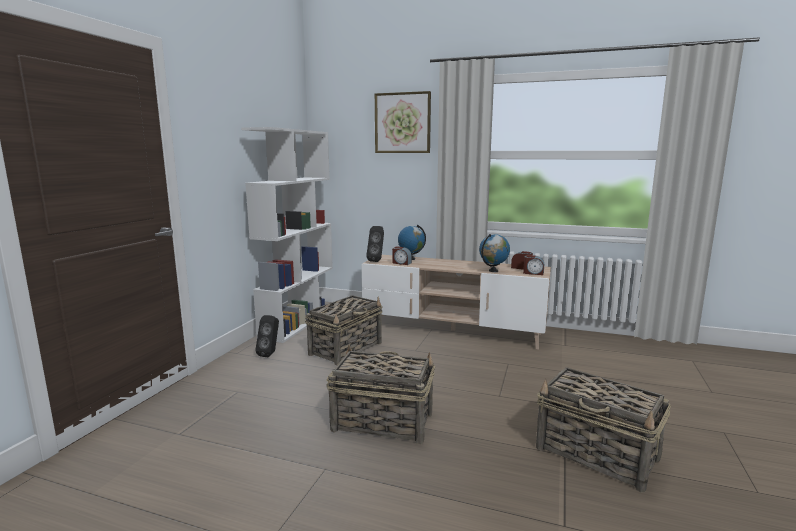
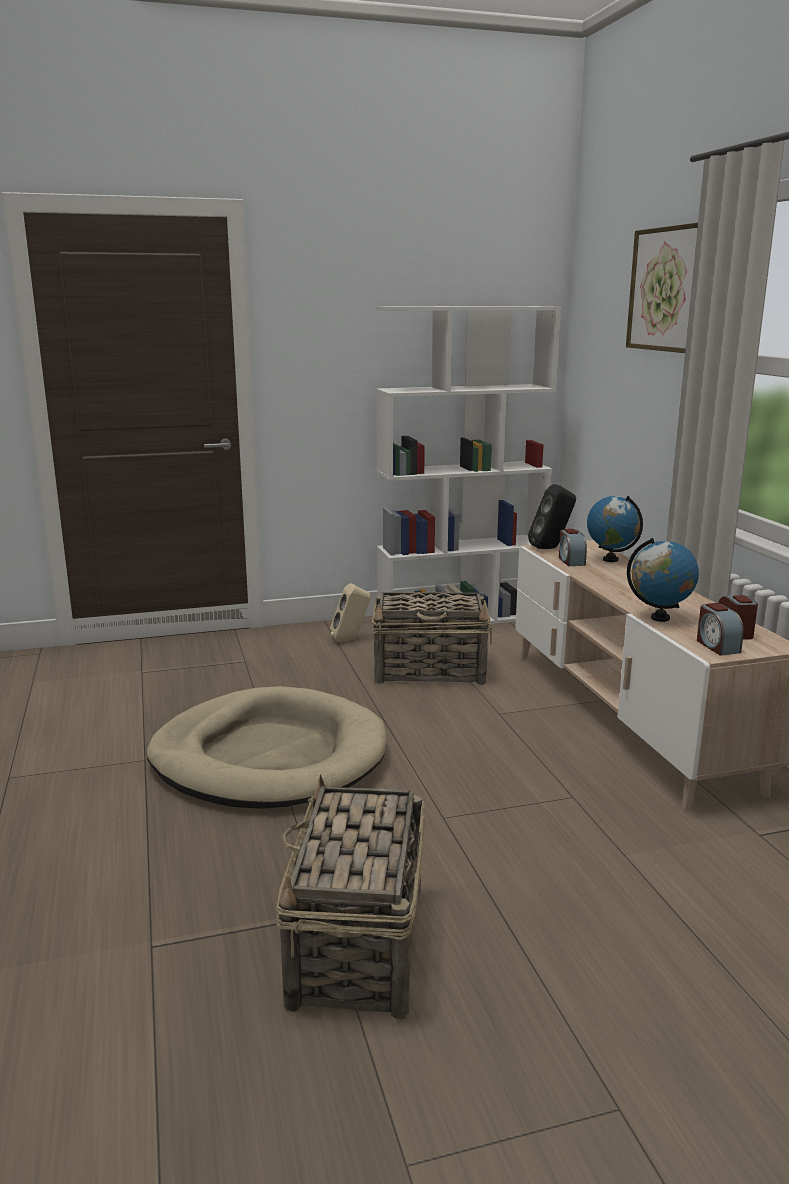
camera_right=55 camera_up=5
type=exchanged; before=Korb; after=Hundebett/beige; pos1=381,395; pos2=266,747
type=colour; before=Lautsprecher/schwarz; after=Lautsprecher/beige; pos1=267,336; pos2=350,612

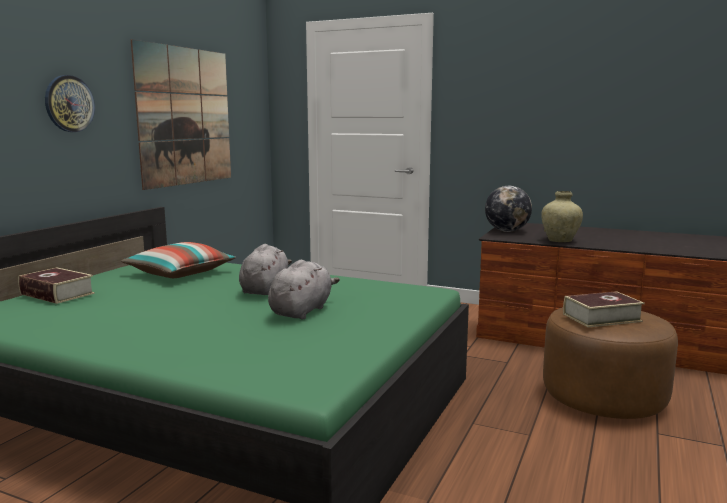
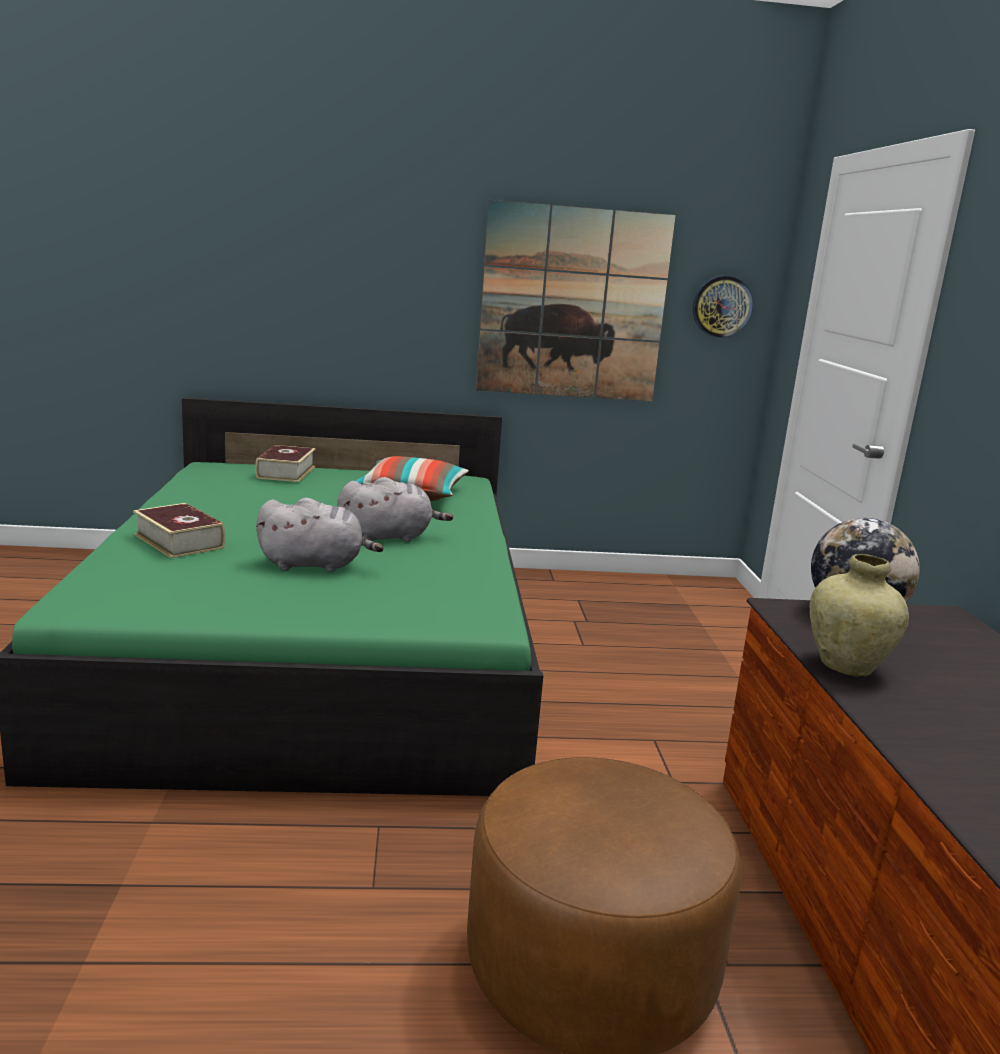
camera_right=60 camera_up=5
type=relocated; before=Wanduhr; pos1=70,103; pos2=723,307
type=relocated; before=Buch; pos1=604,309; pos2=179,530

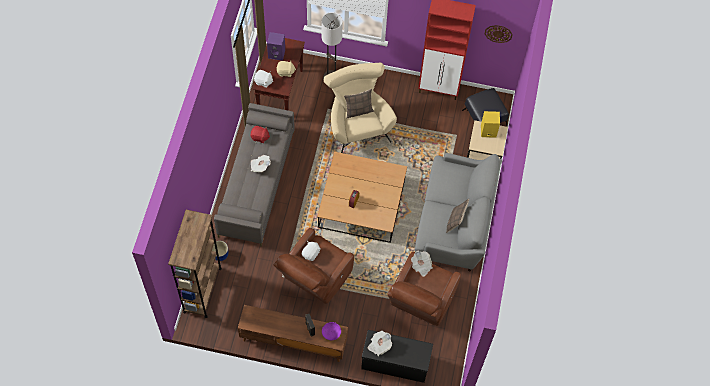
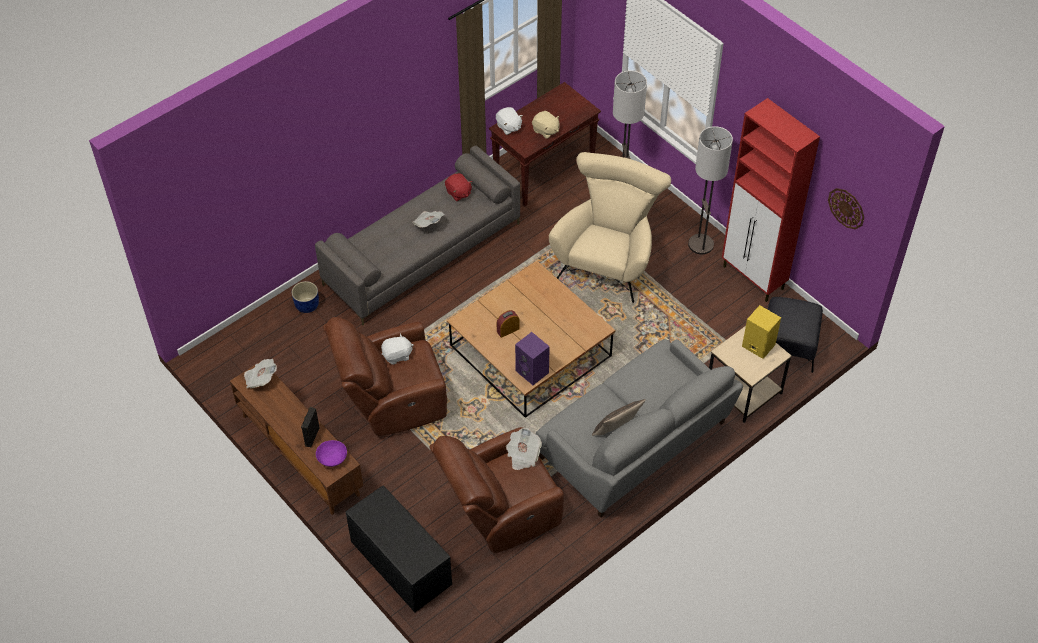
camera_right=40 camera_up=-10
type=missing; before=Bücherregal/braun; pos1=195,264
type=missing; before=Kissen; pos1=359,104
type=appeared; after=Stehlampe; pos2=710,190
type=relocated; before=Lautsprecher/lila; pos1=276,46; pos2=532,358
type=relocated; before=Zeitung; pos1=380,343; pos2=260,373

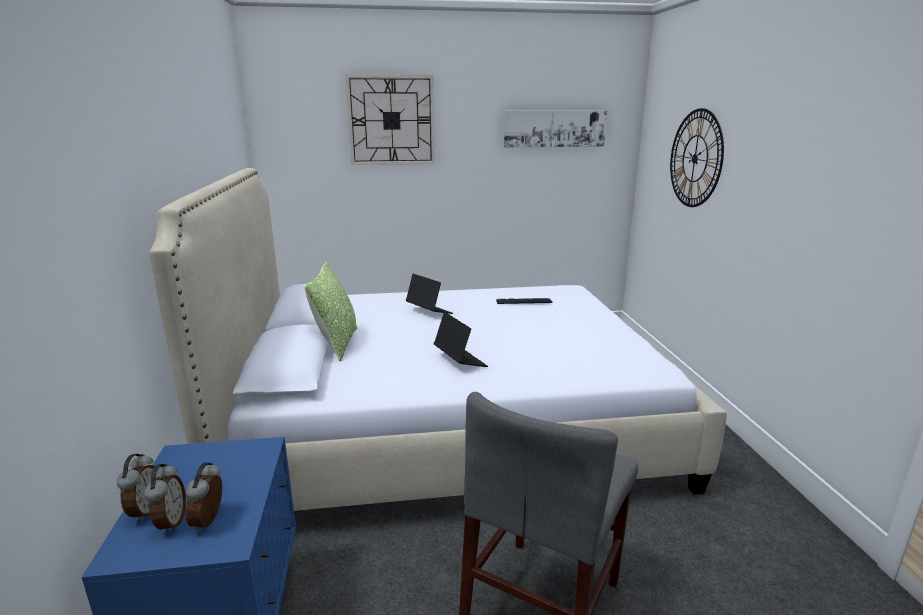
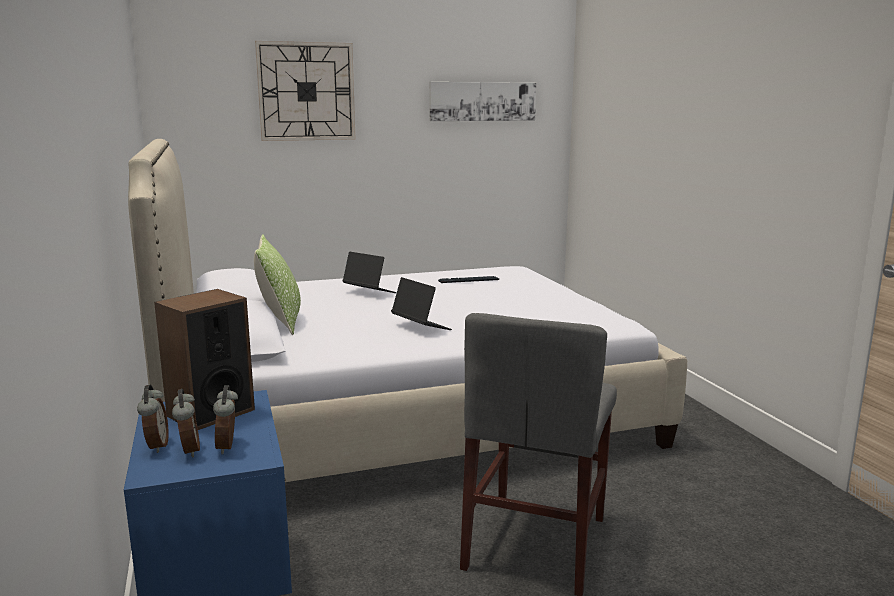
camera_right=-10 camera_up=-5
type=missing; before=Wanduhr; pos1=697,157
type=appeared; after=Lautsprecher; pos2=204,359

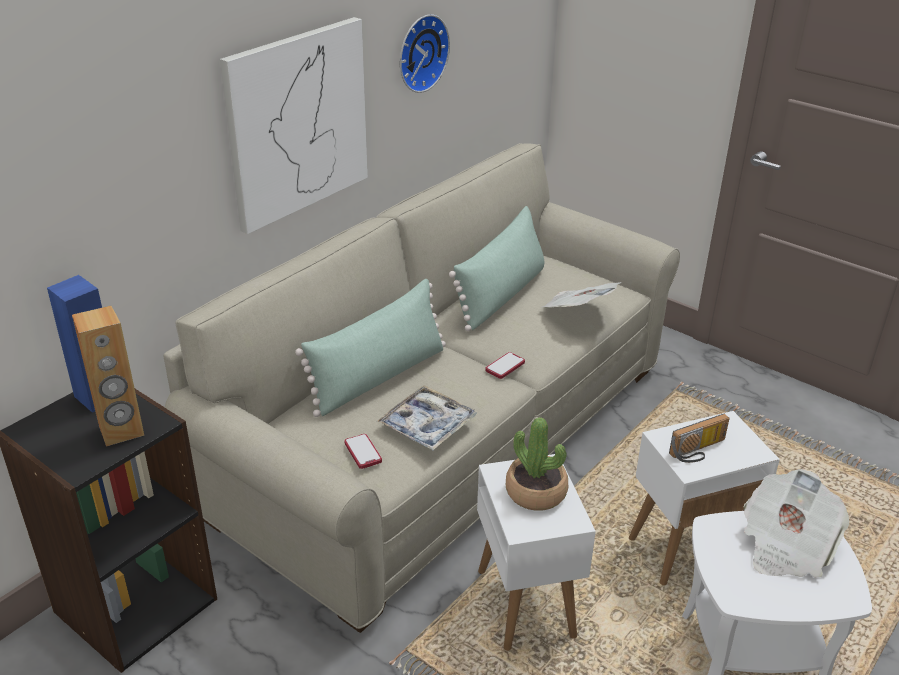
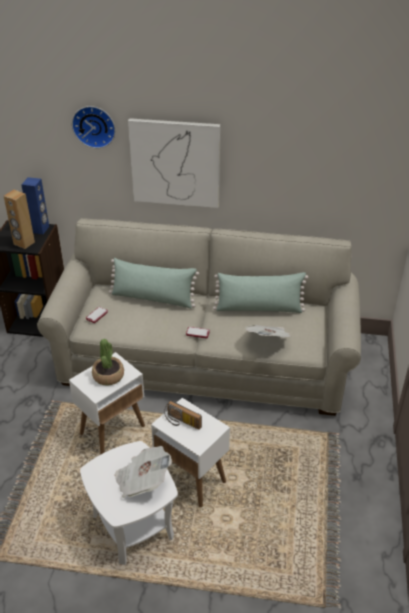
camera_right=60 camera_up=5
type=missing; before=Tablett; pos1=427,417
type=relocated; before=Wanduhr; pos1=425,53; pos2=93,127

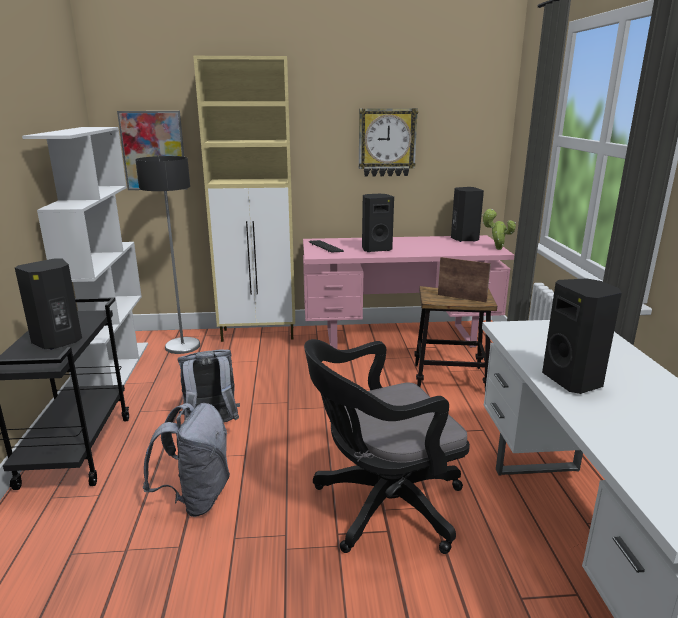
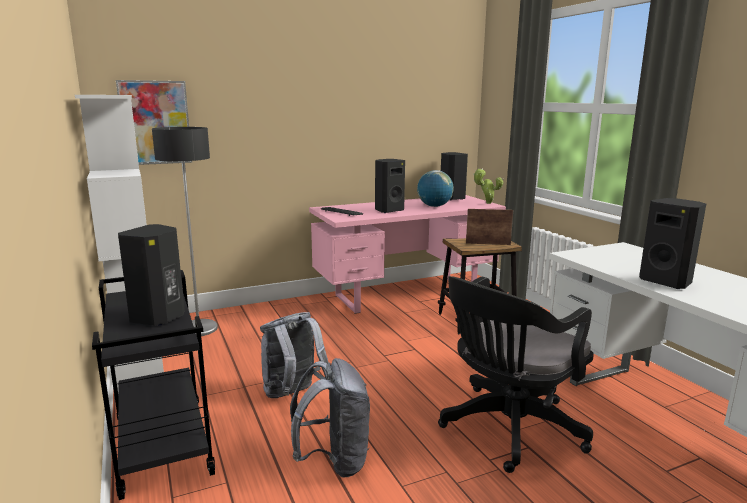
camera_right=-20 camera_up=-5
type=missing; before=Schrank/beige; pos1=244,199
type=missing; before=Wanduhr; pos1=388,142
type=appeared; after=Globus; pos2=435,188

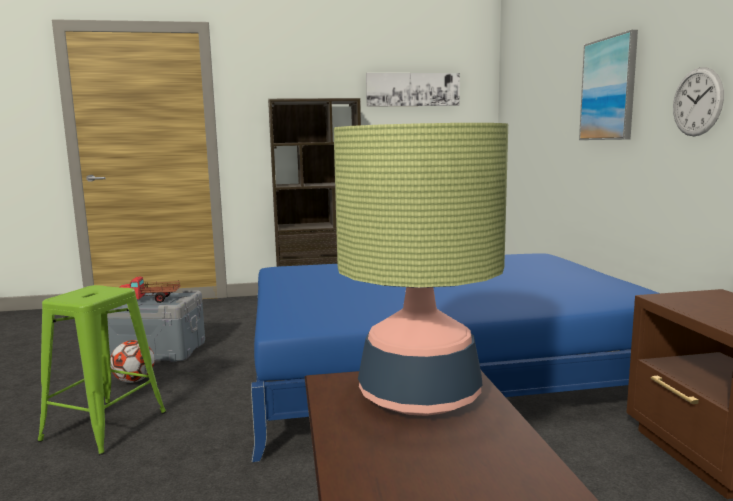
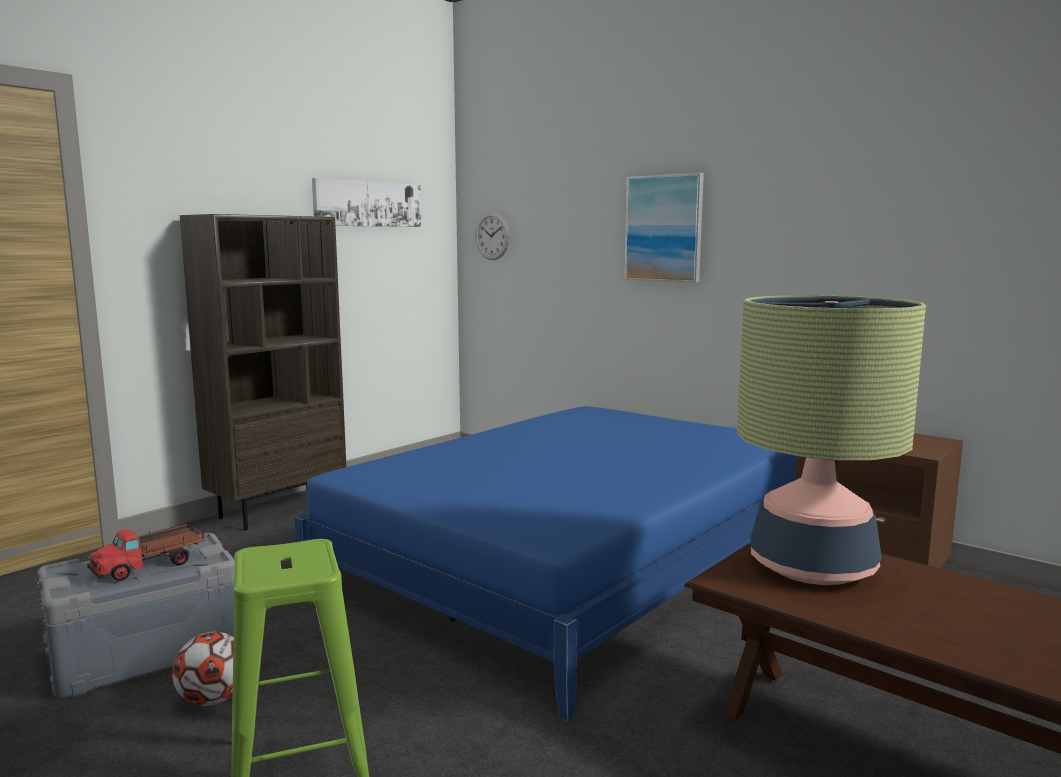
camera_right=-40 camera_up=0
type=relocated; before=Wanduhr; pos1=698,101; pos2=492,236

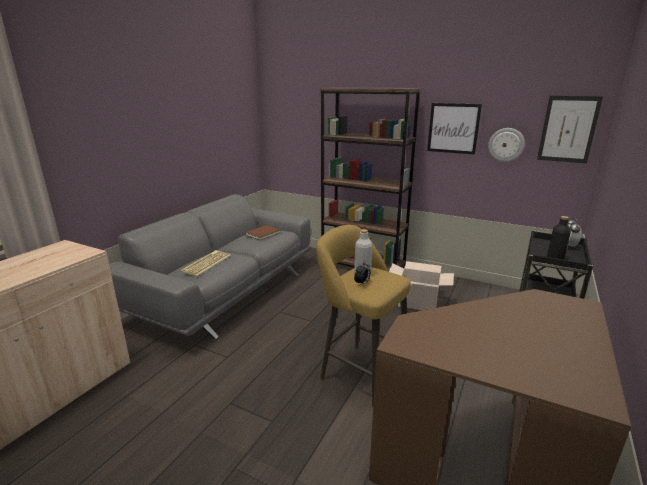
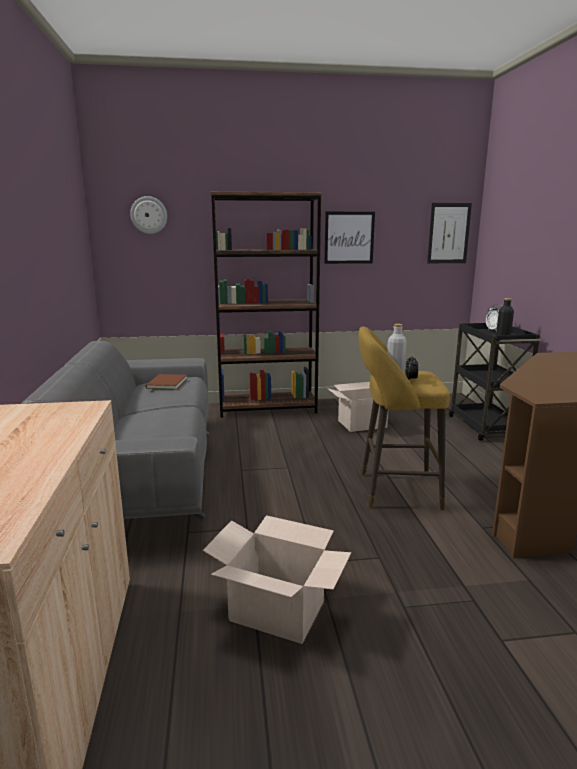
camera_right=-35 camera_up=-5
type=missing; before=Tastatur; pos1=205,263
type=appeared; after=Karton; pos2=277,579
type=relocated; before=Wanduhr; pos1=506,145; pos2=148,215

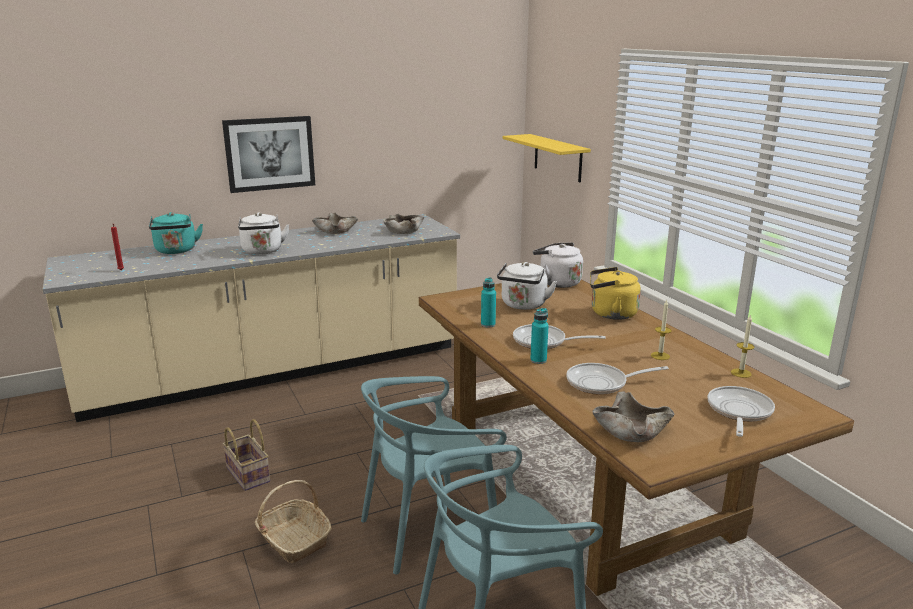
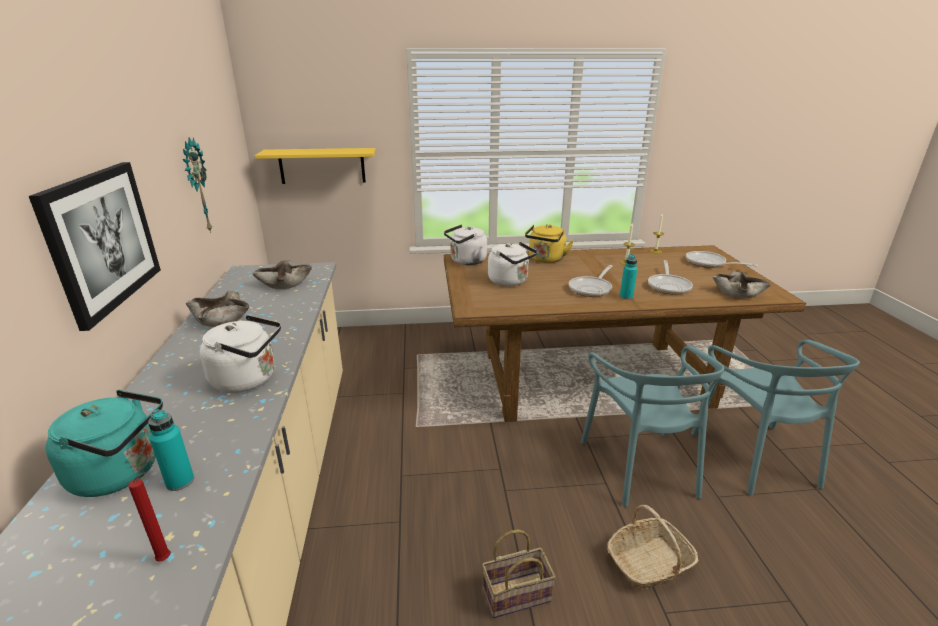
camera_right=-70 camera_up=5
type=appeared; after=Wanduhr; pos2=197,185
type=relocated; before=Flasche/türkis; pos1=488,302; pos2=171,450

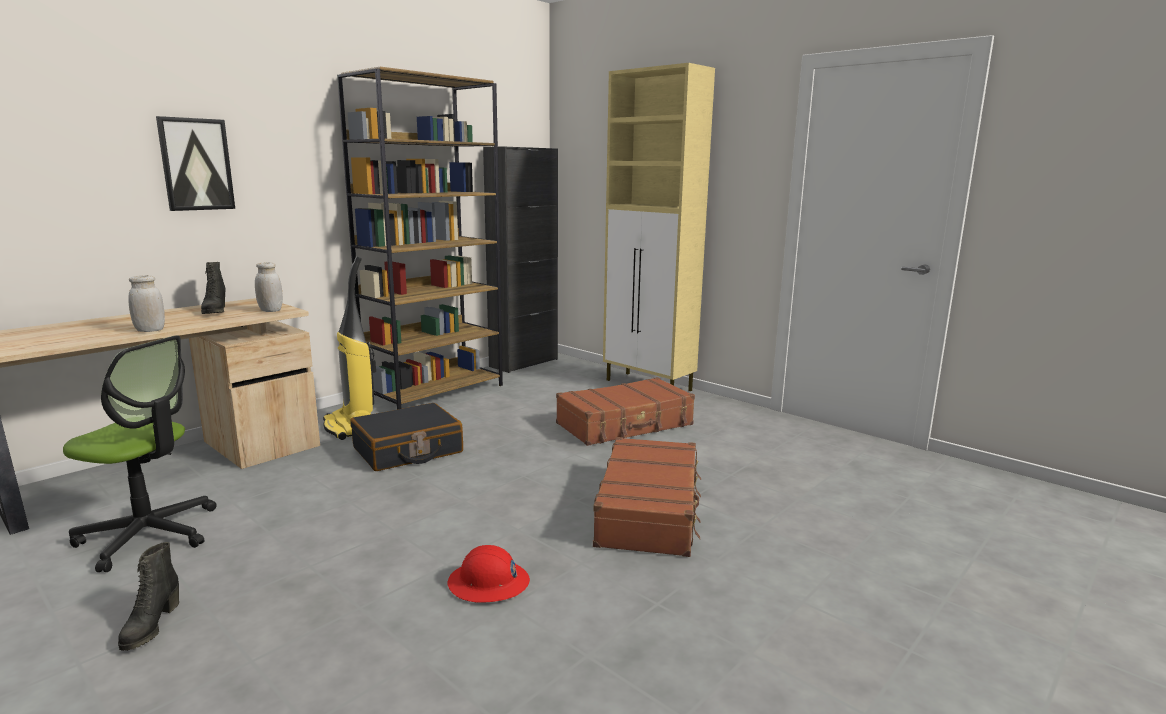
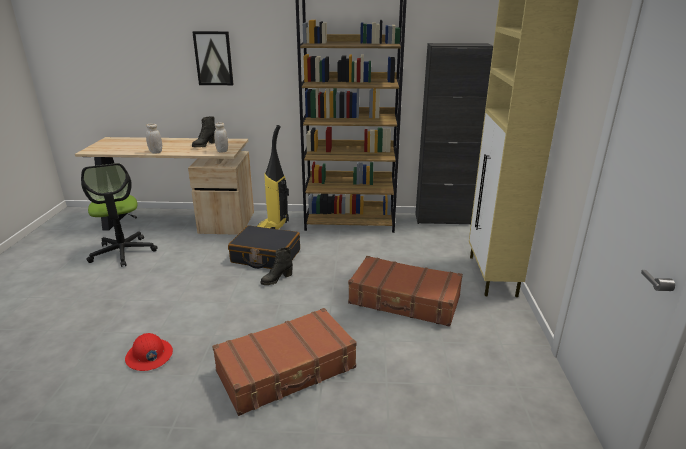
camera_right=50 camera_up=10
type=relocated; before=Stiefel/schwarz; pos1=148,596; pos2=276,266

